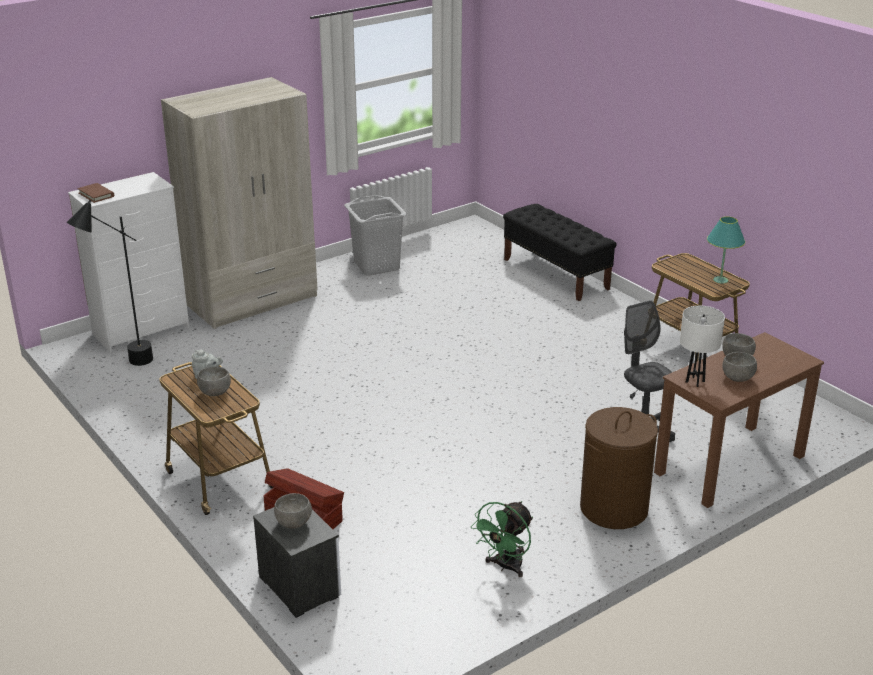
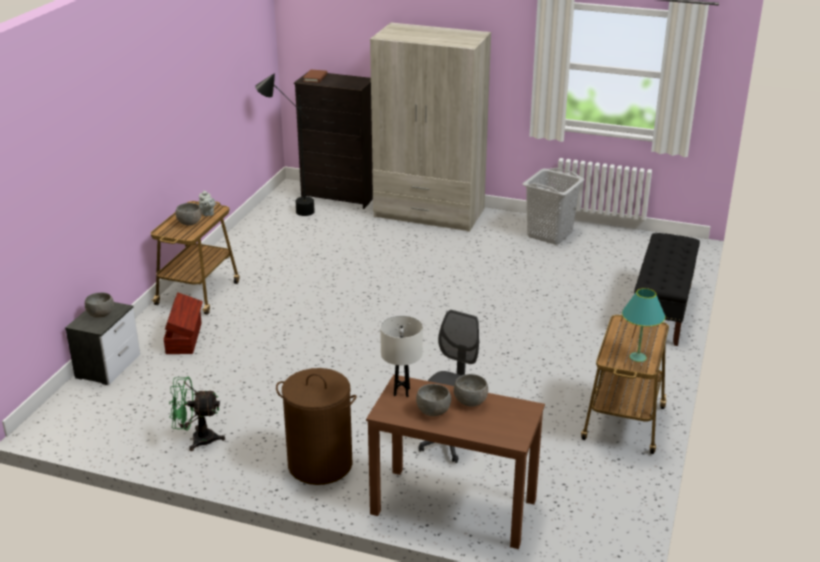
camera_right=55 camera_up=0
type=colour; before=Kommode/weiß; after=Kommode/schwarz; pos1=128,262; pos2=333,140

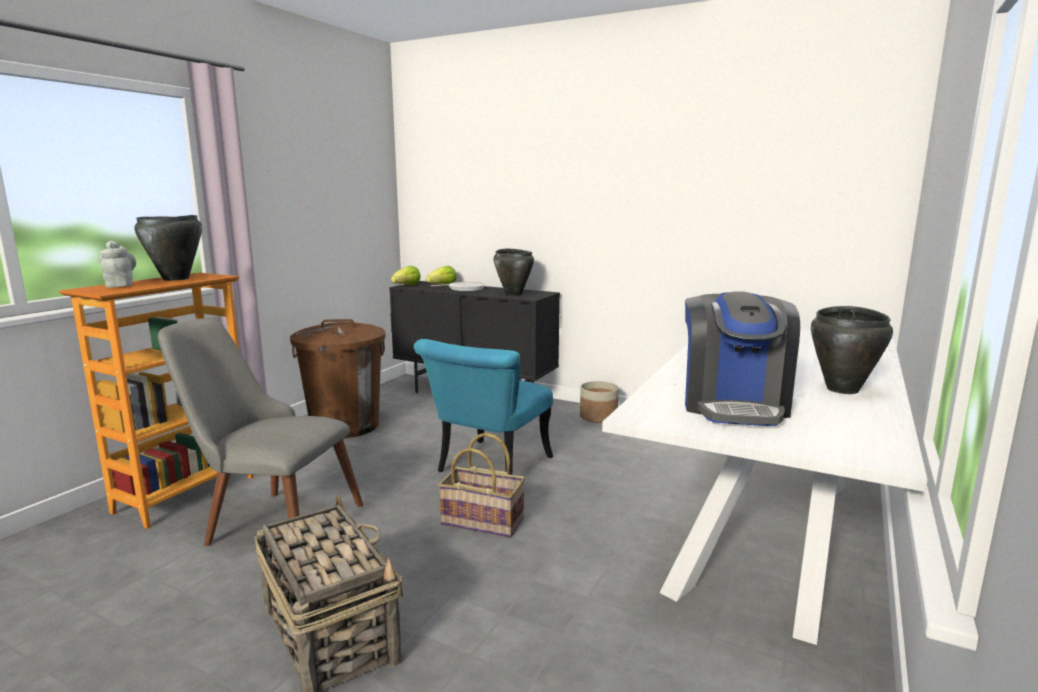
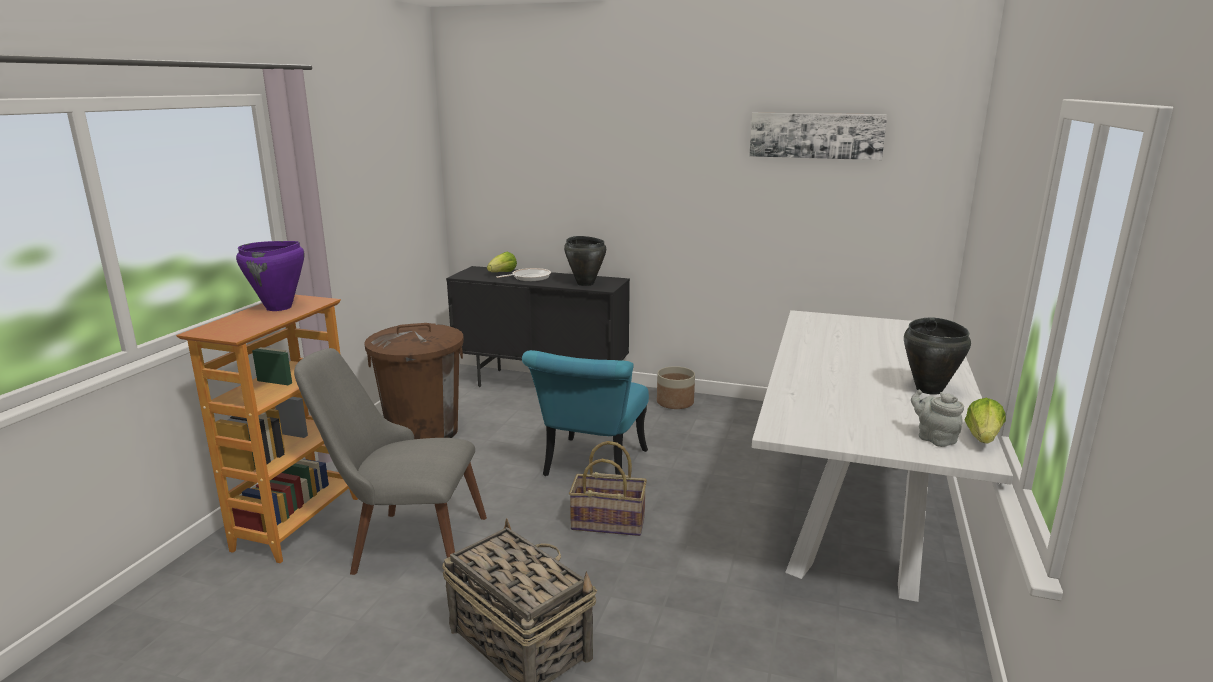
camera_right=-10 camera_up=5
type=missing; before=Kaffeemaschine; pos1=742,358
type=appeared; after=Bild; pos2=818,136
type=relocated; before=Teekanne/grau; pos1=117,264; pos2=937,418
type=relocated; before=Salatkopf; pos1=406,275; pos2=985,421
type=colour; before=Kochtopf/schwarz; after=Kochtopf/lila; pos1=168,248; pos2=270,276

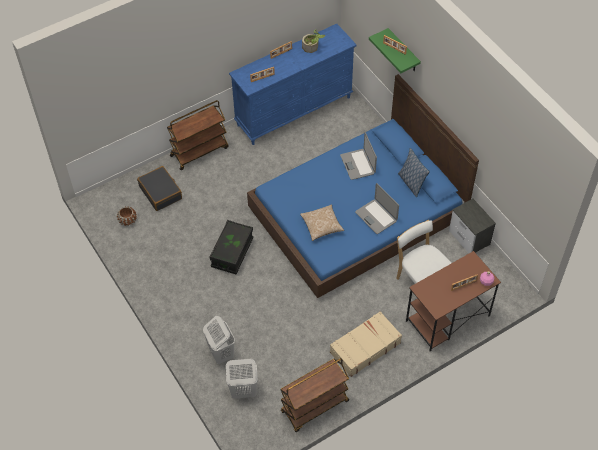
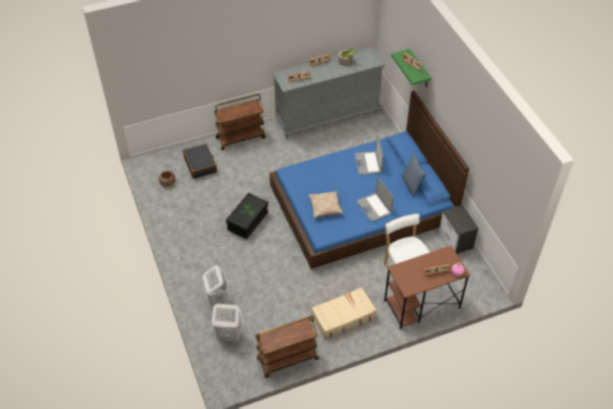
camera_right=10 camera_up=-5
type=colour; before=Kommode/blau; after=Kommode/grau; pos1=293,84; pos2=328,93

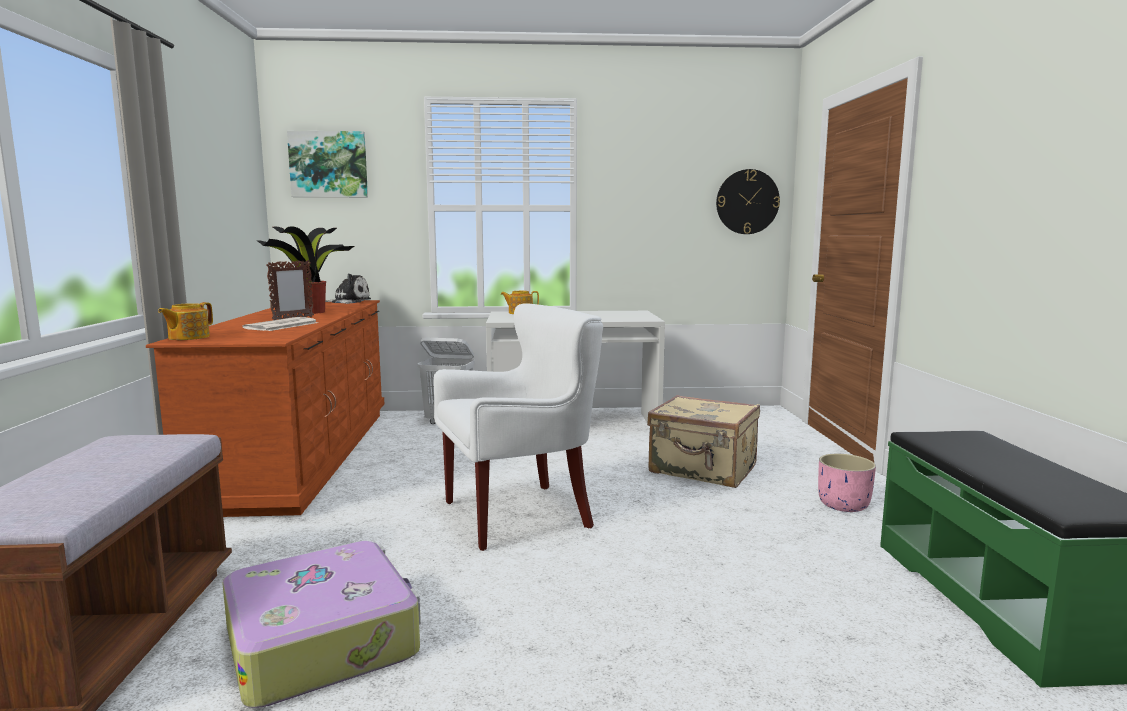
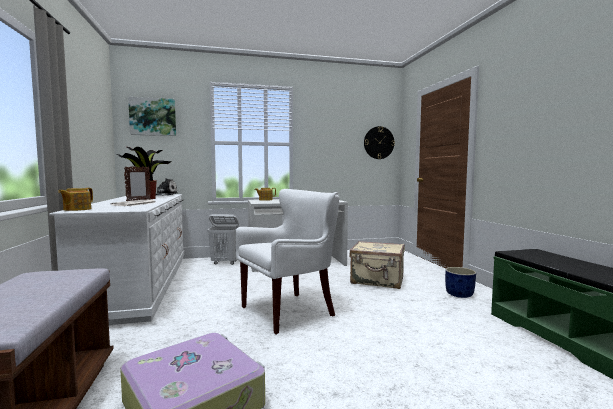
camera_right=-10 camera_up=-5
type=colour; before=Kommode/braun; after=Kommode/weiß; pos1=265,408; pos2=116,259
type=colour; before=Pflanzkübel/rosa; after=Pflanzkübel/blau; pos1=847,483; pos2=460,282

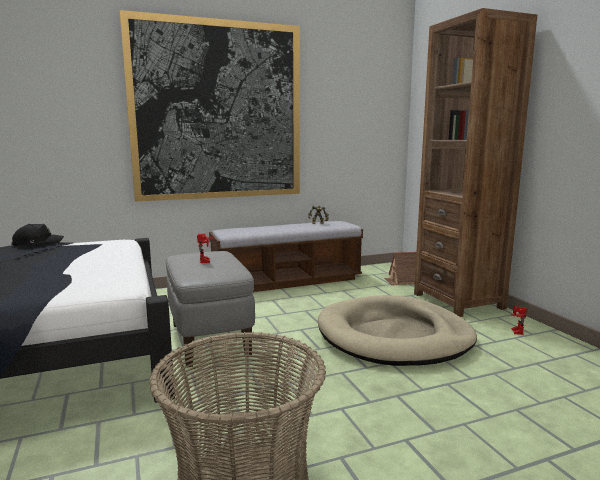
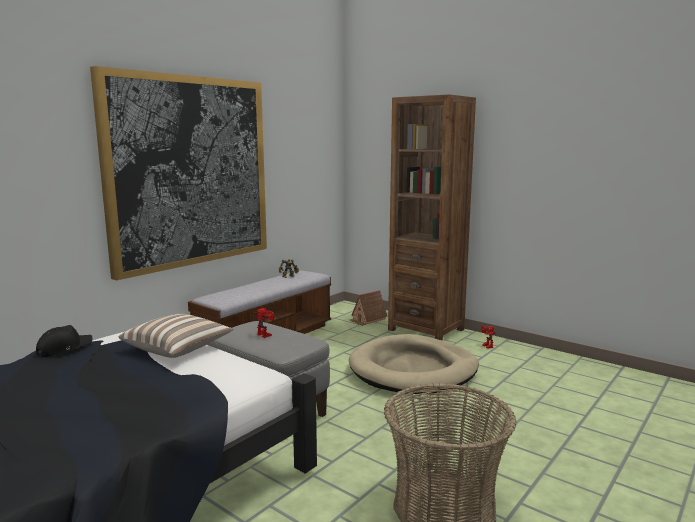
camera_right=-30 camera_up=0
type=appeared; after=Kissen; pos2=175,336

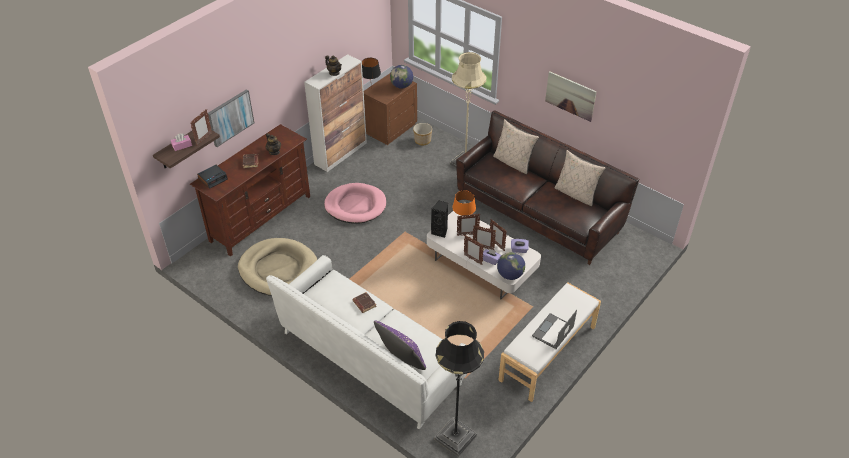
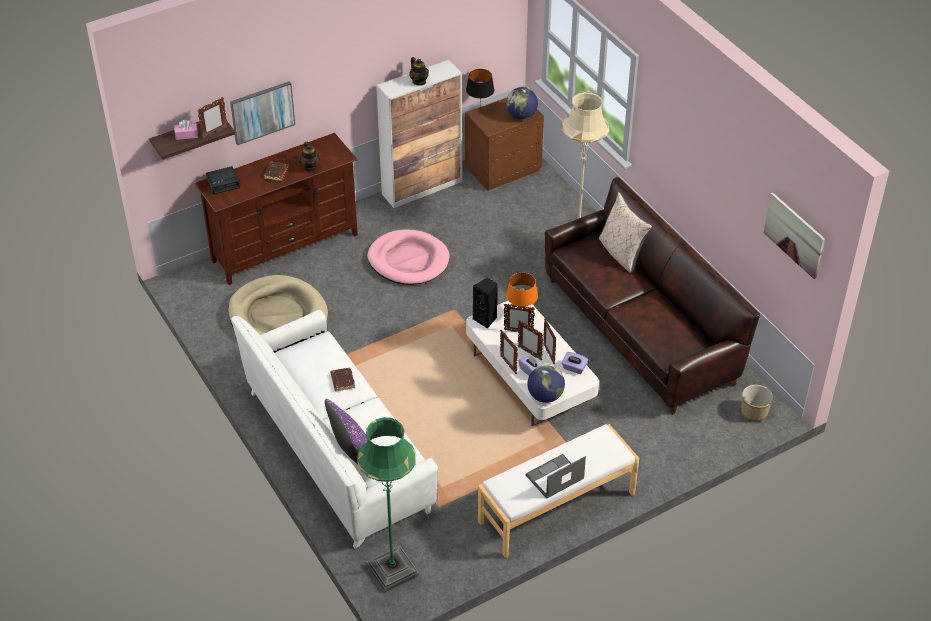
camera_right=20 camera_up=0
type=missing; before=Kissen/beige; pos1=580,178
type=relocated; before=Pflanzkübel; pos1=422,134; pos2=757,403
type=relocated; before=Bild; pos1=571,96; pos2=794,236
type=colour; before=Stehlampe/schwarz; after=Stehlampe/grün; pos1=459,389; pos2=388,505

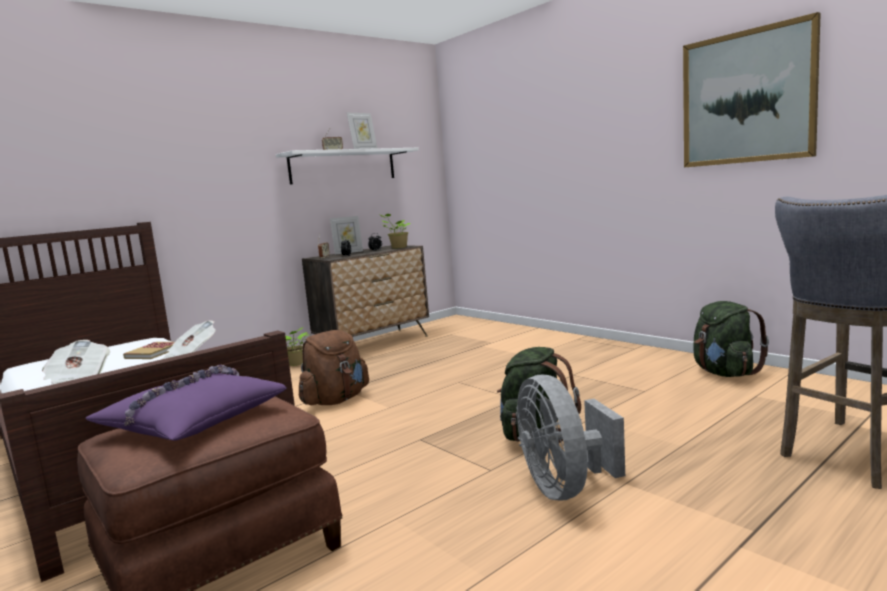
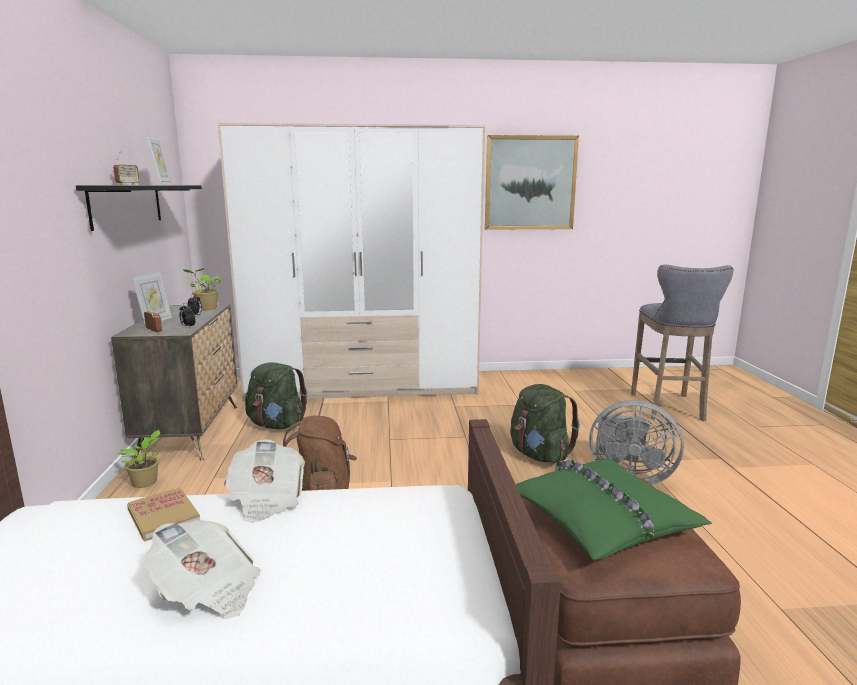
camera_right=-55 camera_up=5
type=appeared; after=Kleiderschrank; pos2=351,262
type=relocated; before=Rucksack/grün; pos1=731,339; pos2=276,395
type=colour; before=Kissen/lila; after=Kissen/grün; pos1=186,403; pos2=614,509
type=colour; before=Wandregal/weiß; after=Wandregal/schwarz; pos1=347,166; pos2=139,208

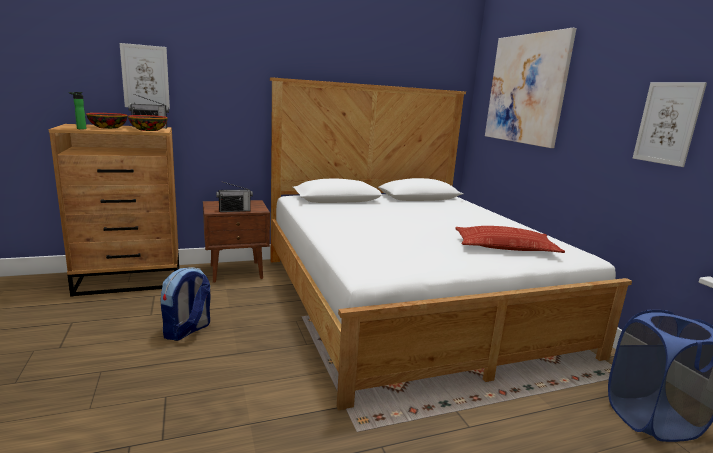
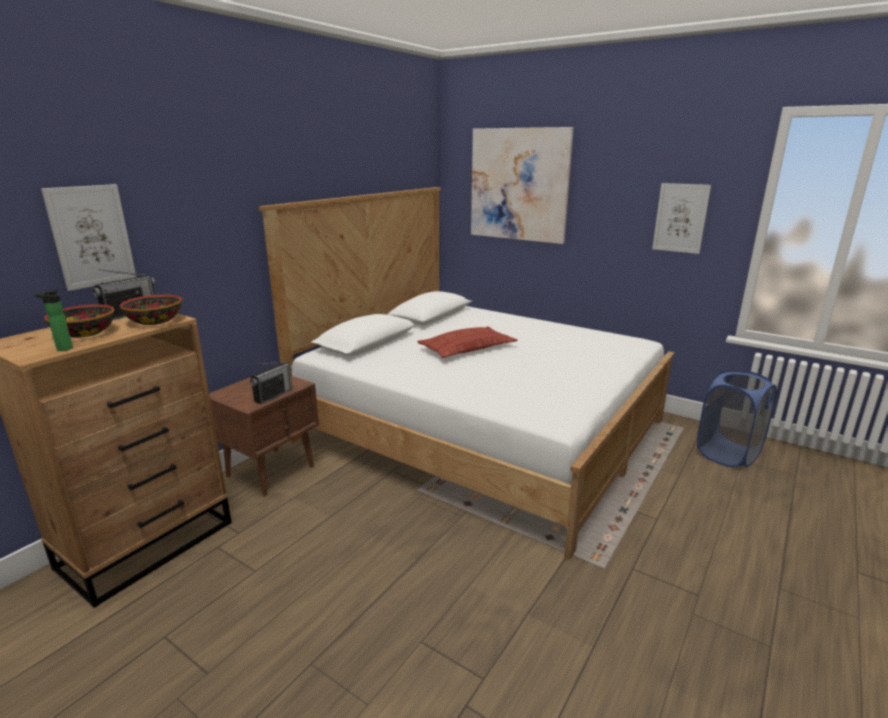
camera_right=-35 camera_up=5
type=missing; before=Rucksack; pos1=185,304
type=relocated; before=Kissen; pos1=510,239; pos2=467,342

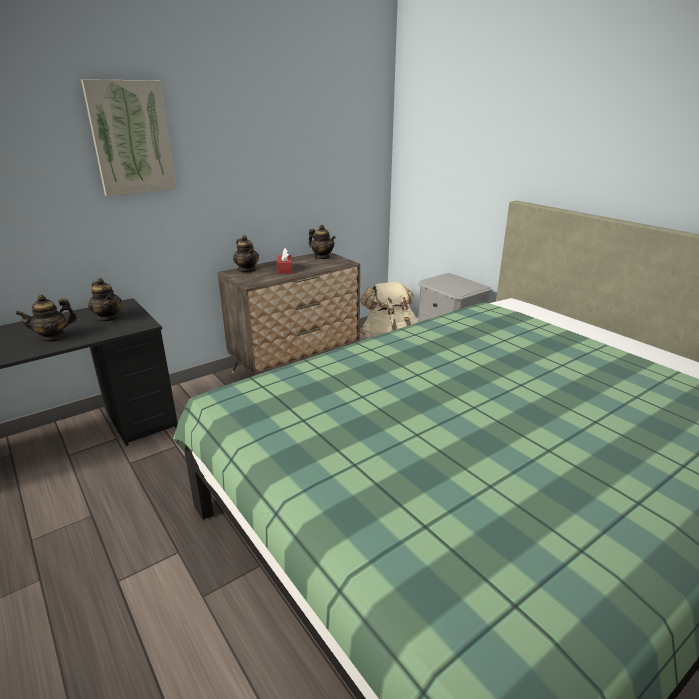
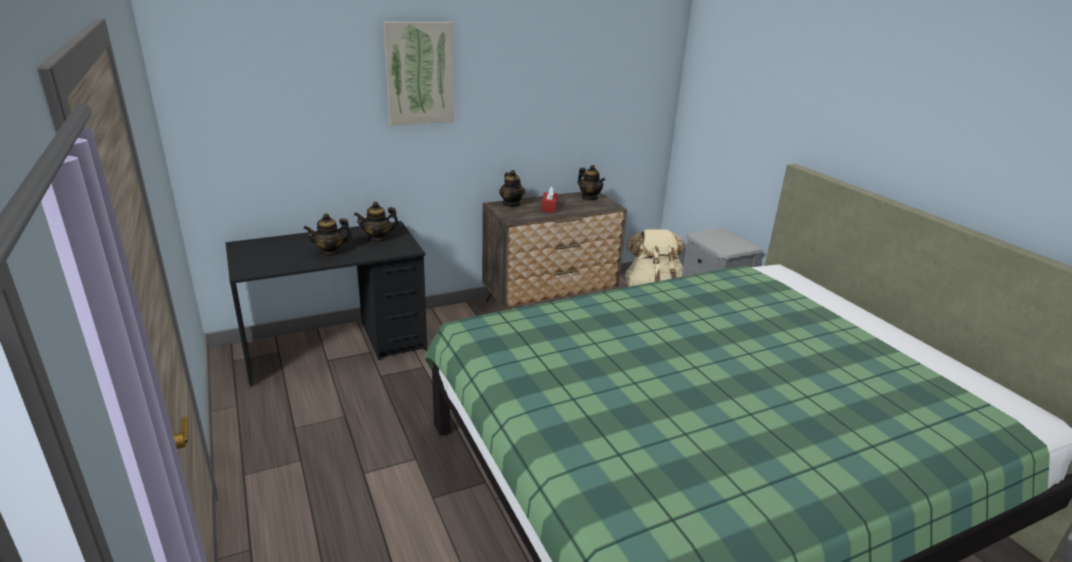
camera_right=10 camera_up=0
type=spun; before=Teekanne; pos1=105,300; pos2=377,222; turn=105

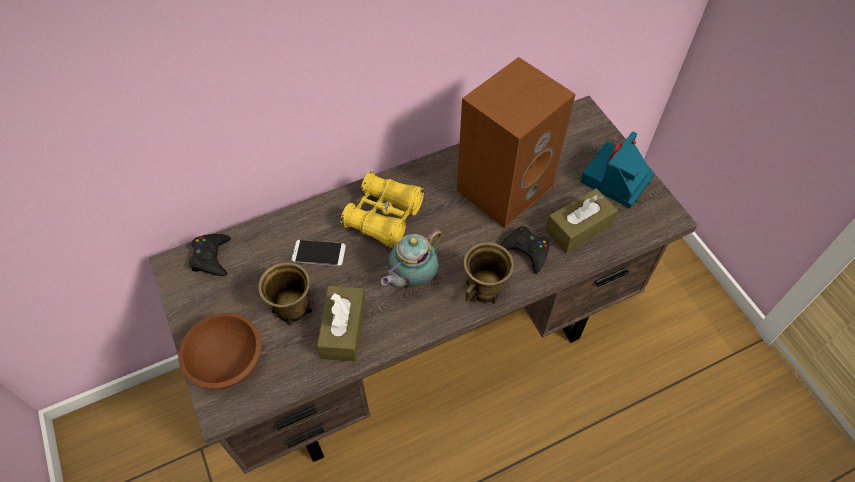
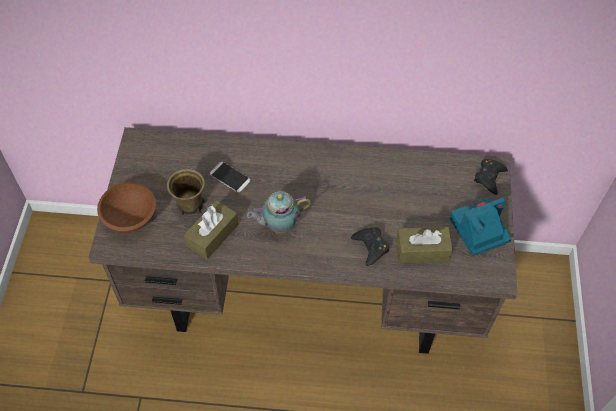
camera_right=30 camera_up=0
type=missing; before=Fernglas/gelb; pos1=382,210
type=missing; before=Lautsprecher/braun; pos1=516,143
type=missing; before=Henkelbecher/braun; pos1=489,273
type=relocated; before=Gamepad/schwarz; pos1=210,255; pos2=491,177

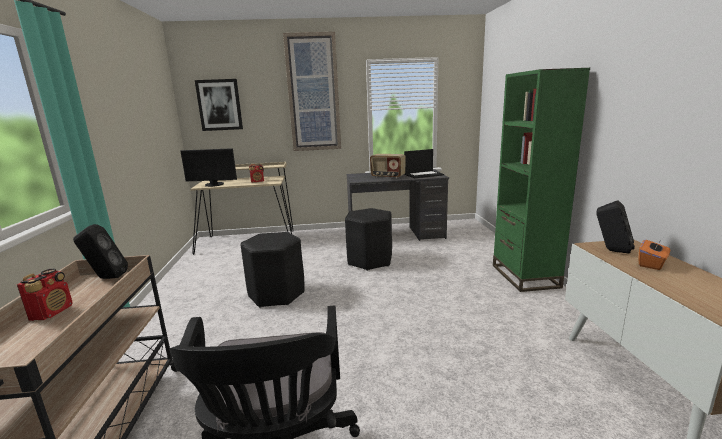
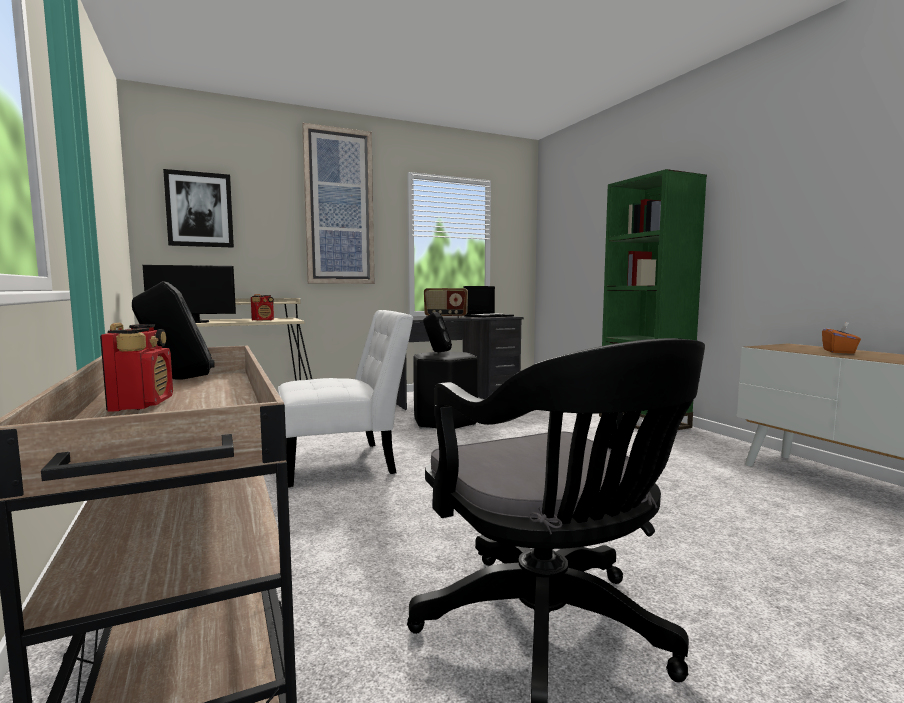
camera_right=-20 camera_up=-10
type=relocated; before=Lautsprecher/schwarz; pos1=615,227; pos2=437,332
type=exchanged; before=Hocker/schwarz; after=Stuhl/weiß; pos1=273,270; pos2=345,398

